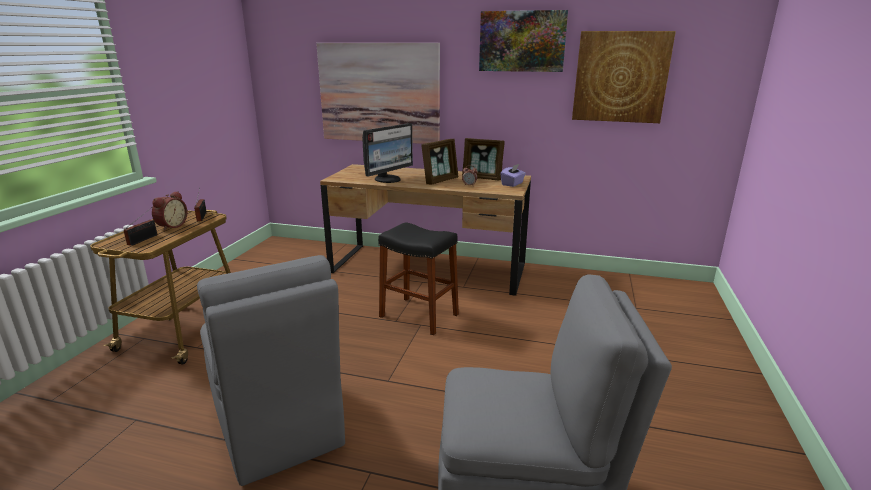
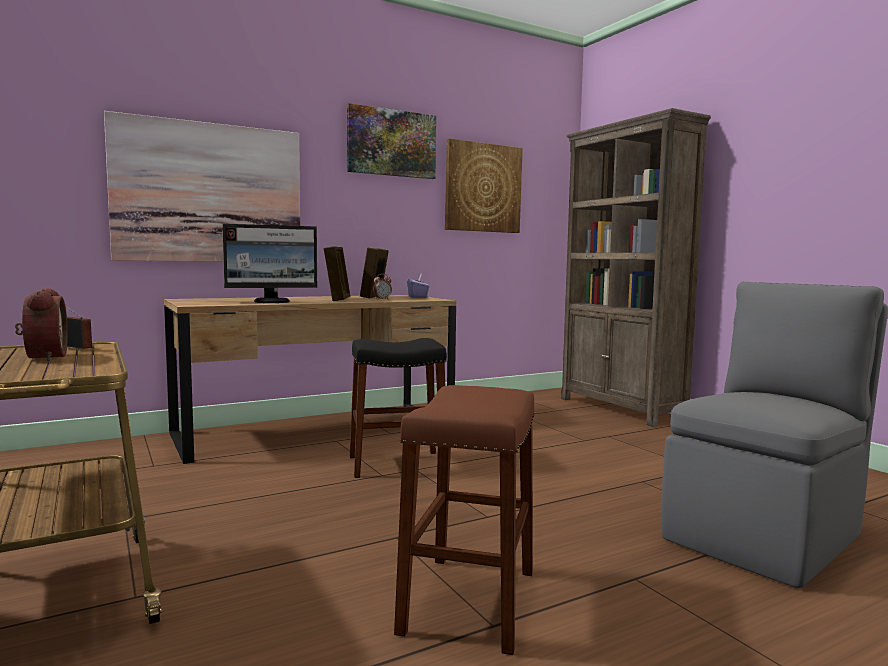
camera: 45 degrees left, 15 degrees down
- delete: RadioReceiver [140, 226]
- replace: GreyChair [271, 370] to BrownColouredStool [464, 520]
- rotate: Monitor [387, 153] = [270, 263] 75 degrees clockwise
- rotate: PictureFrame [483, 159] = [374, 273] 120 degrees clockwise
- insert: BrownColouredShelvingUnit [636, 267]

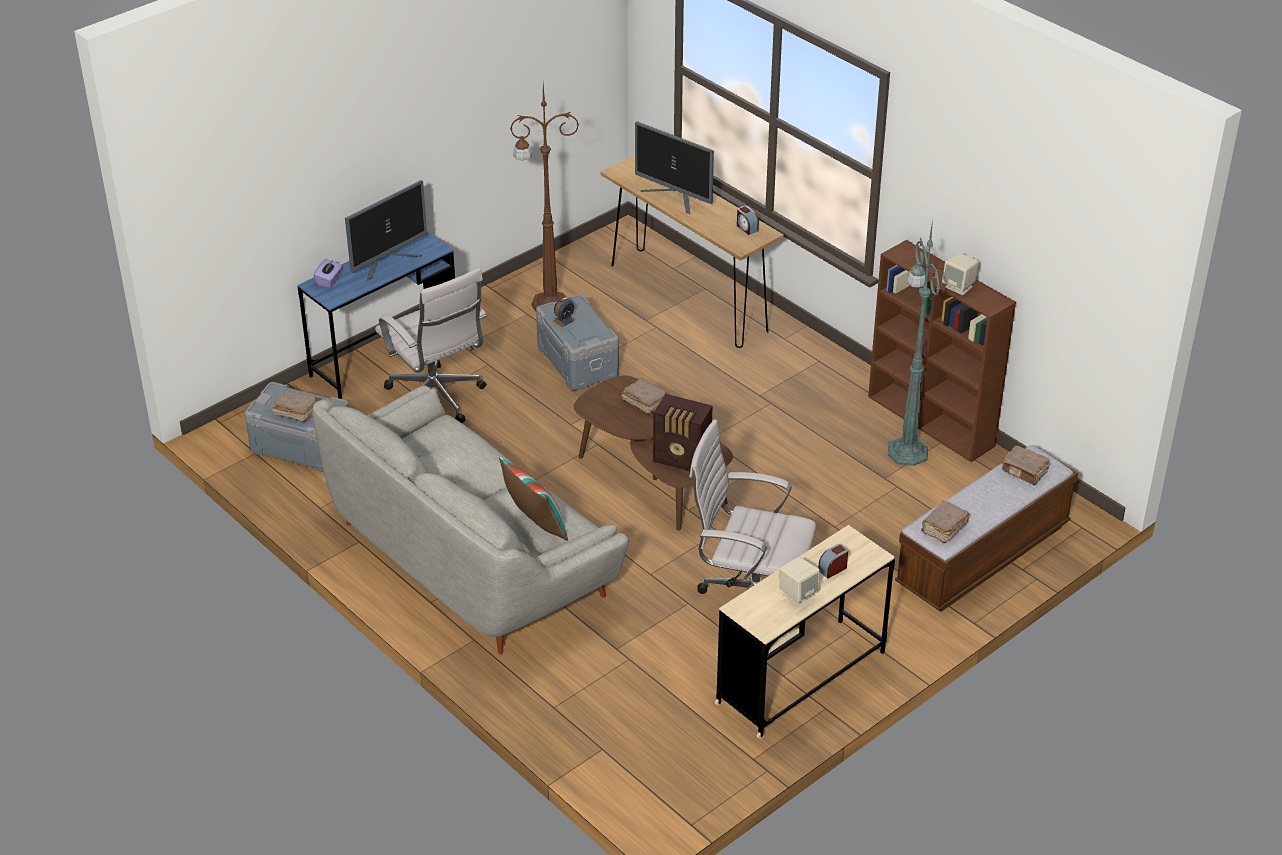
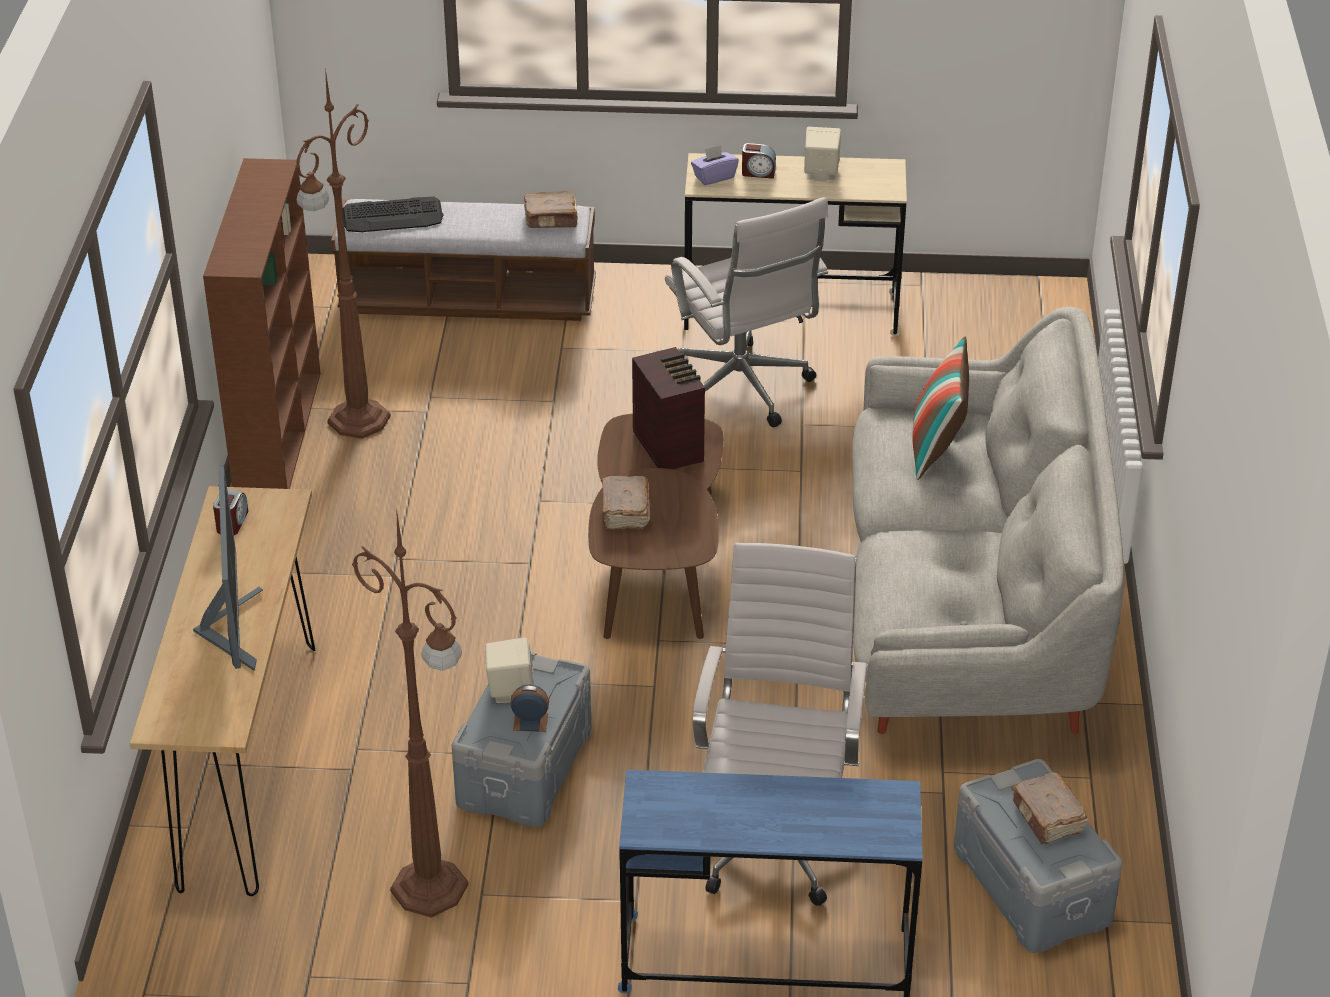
camera: 135 degrees left, 0 degrees up
- move: PurpleColouredTissueBox [328, 273] to [715, 165]
- delete: Monitor [386, 230]
- recolor: GreenishFloorLamp [914, 342] to BrownColouredFloorLamp [343, 253]
- move: BeigeLoudspeaker [960, 274] to [509, 670]
- replace: BrownColouredVolume [1025, 465] to Keyboard [393, 214]

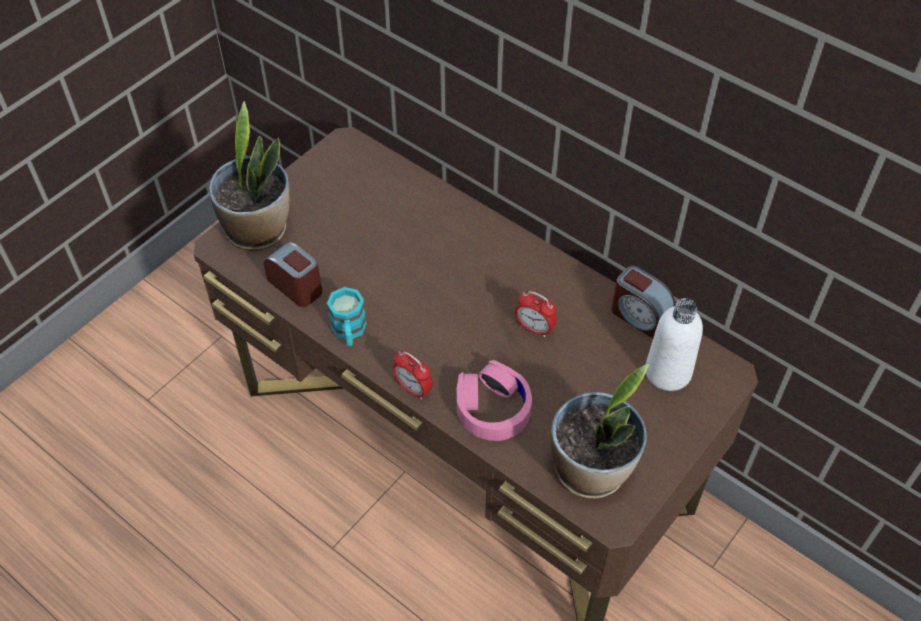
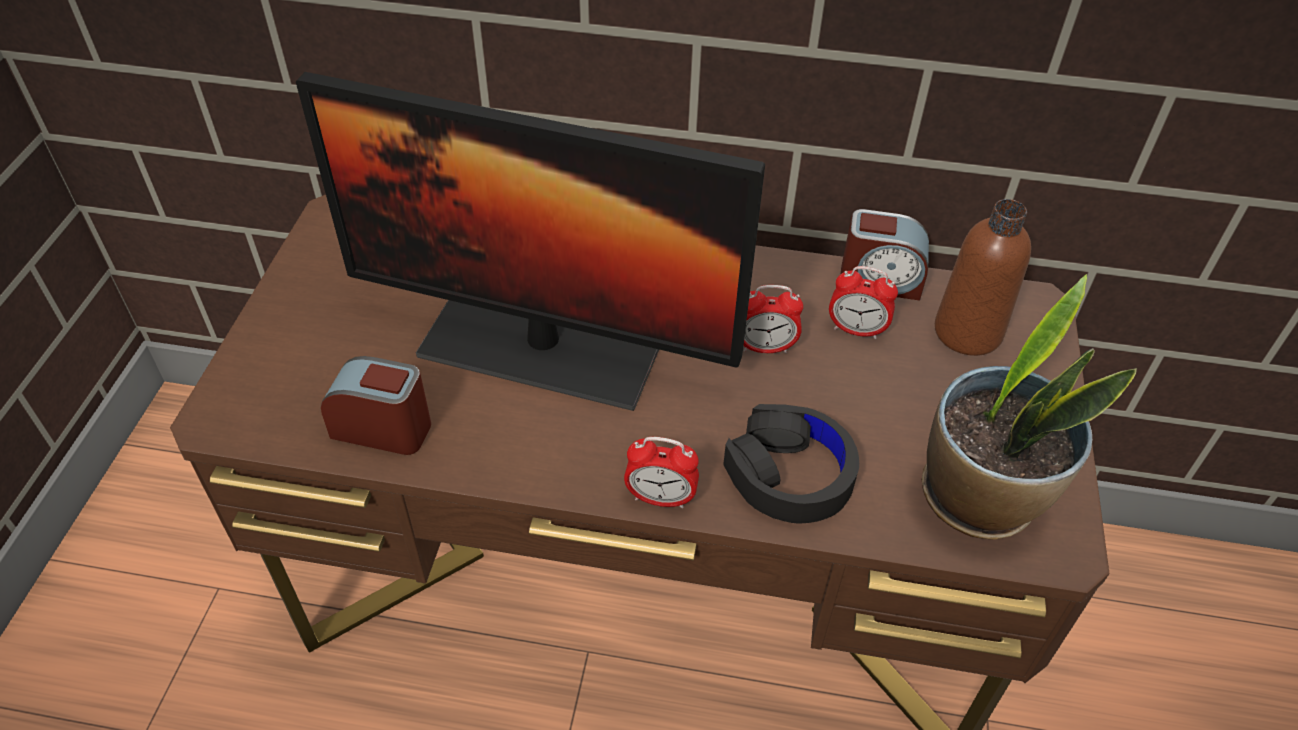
camera: 30 degrees left, 5 degrees down
- delete: PlantInAPot [249, 176]
- delete: TurquoiseColouredMug [347, 316]
- recolor: PinkColouredHeadphones [494, 400] to BlackColouredHeadphones [791, 464]
- recolor: WhiteColouredBottle [674, 344] to BrownColouredBottle [983, 277]
- insert: Monitor [530, 241]
- insert: BedsideClock [863, 302]

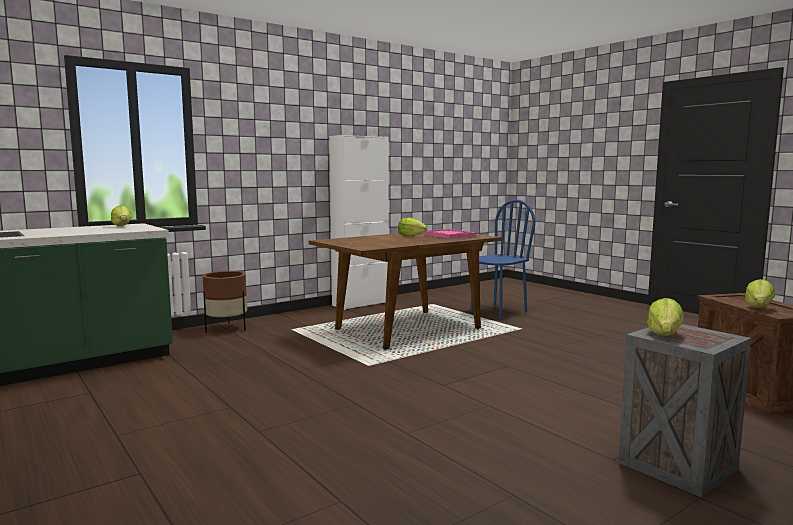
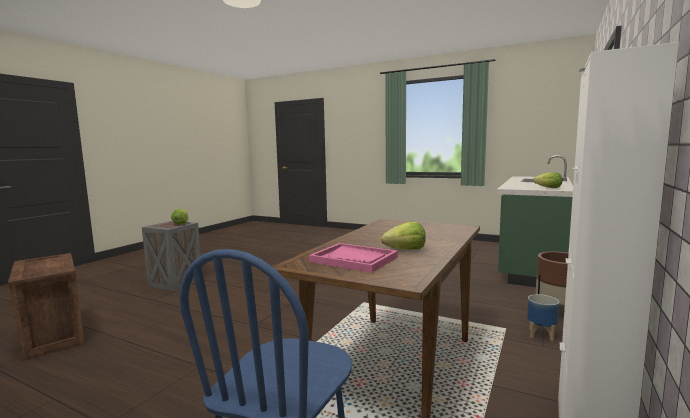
camera: 155 degrees right, 0 degrees up
- delete: HeadOfLettuce [760, 293]
- insert: PlantPot [543, 318]

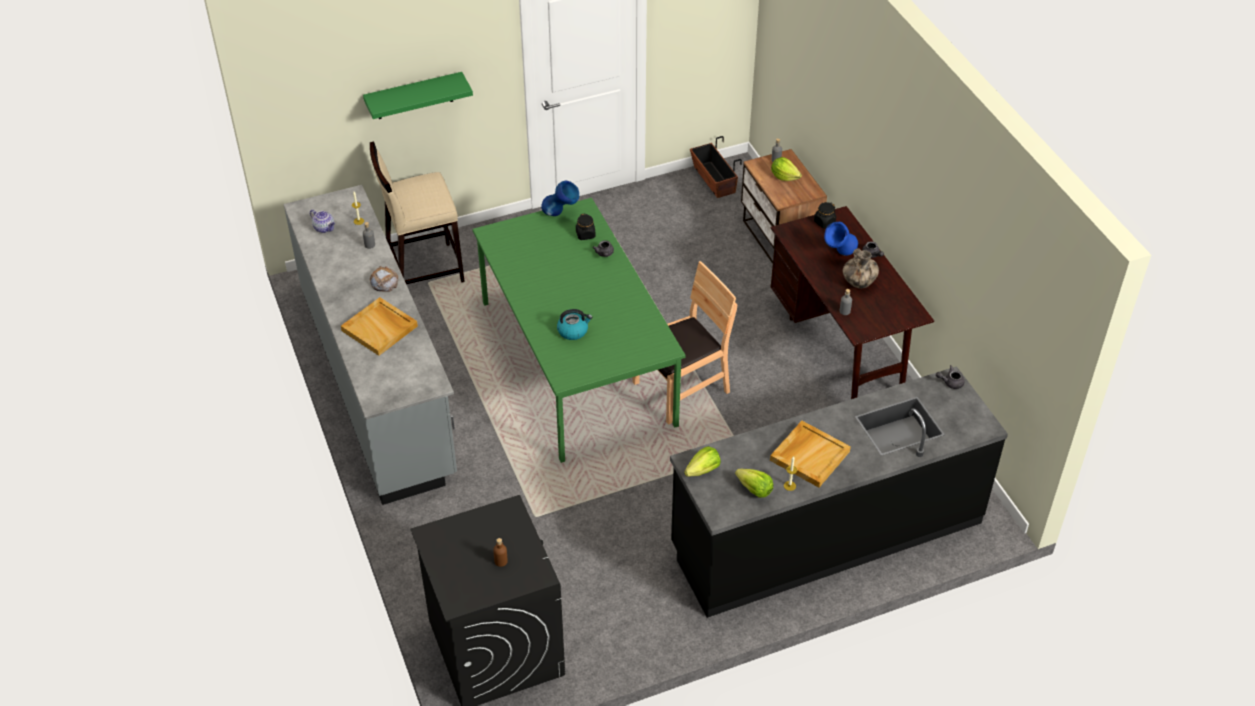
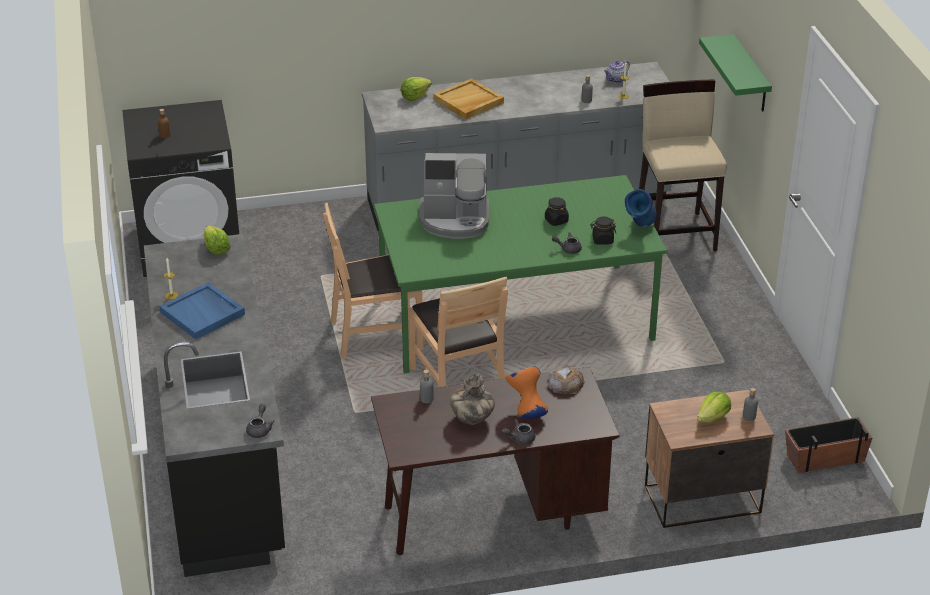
camera: 100 degrees right, 10 degrees down
- move: BakedBread [383, 279] to [566, 380]
- replace: WaterKettle [575, 324] to CoffeeMachine [454, 196]
- move: HeadOfLettuce [754, 483] to [416, 89]
- recolor: BeigeServingTray [810, 454] to BluishServingTray [202, 311]
- move: BlackColouredStorageJar [825, 215] to [557, 211]
- recolor: BluishDecorativeVase [841, 239] to OrangeDecorativeVase [526, 392]
- insert: BrownColouredChair [373, 280]

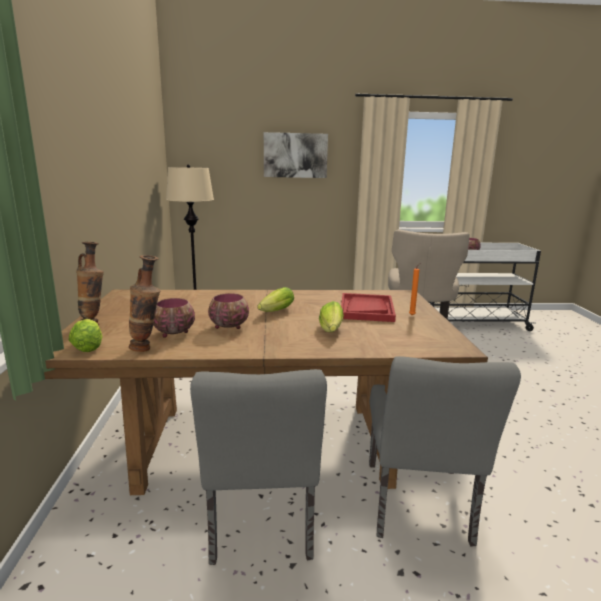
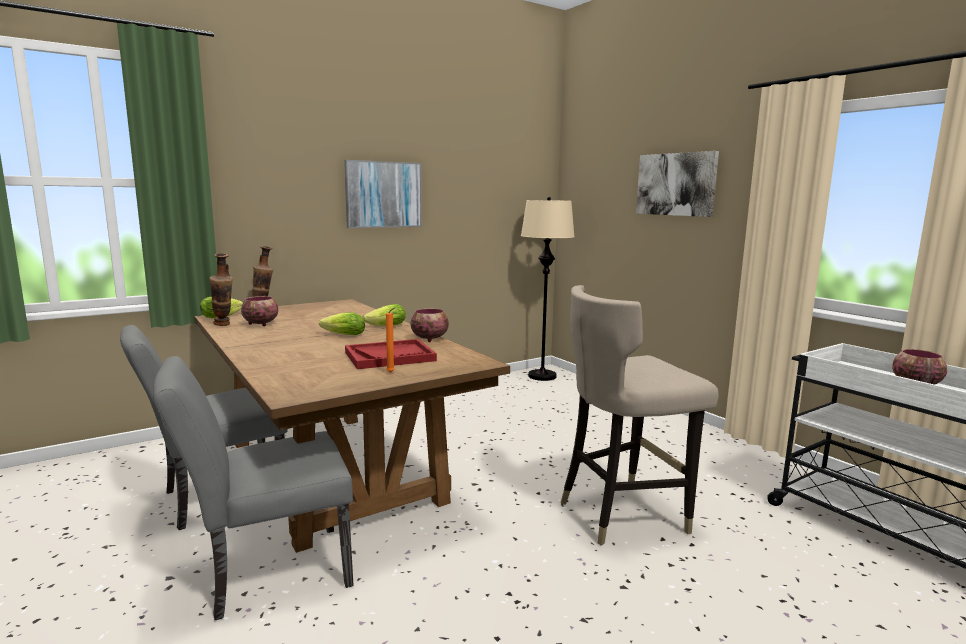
camera: 60 degrees right, 5 degrees down
- move: Bowl [228, 311] to [429, 325]
- move: HeadOfLettuce [331, 316] to [384, 315]
- insert: WallPicture [383, 194]

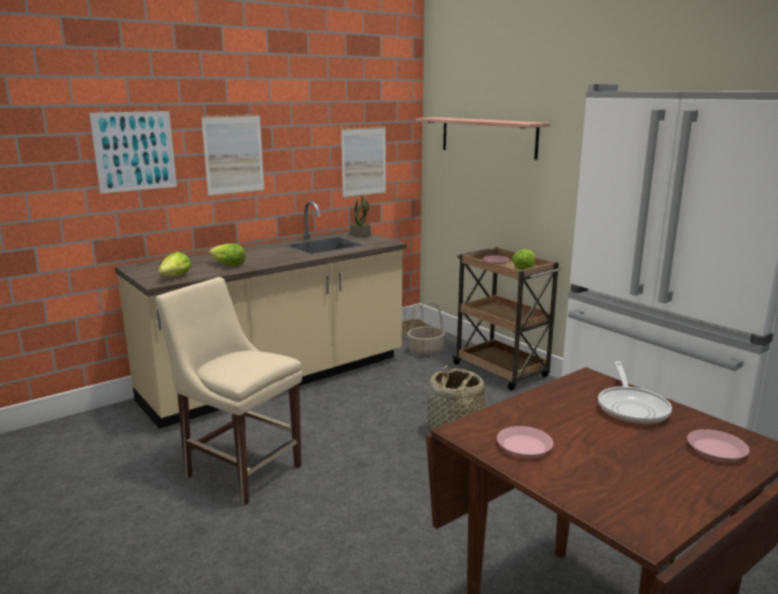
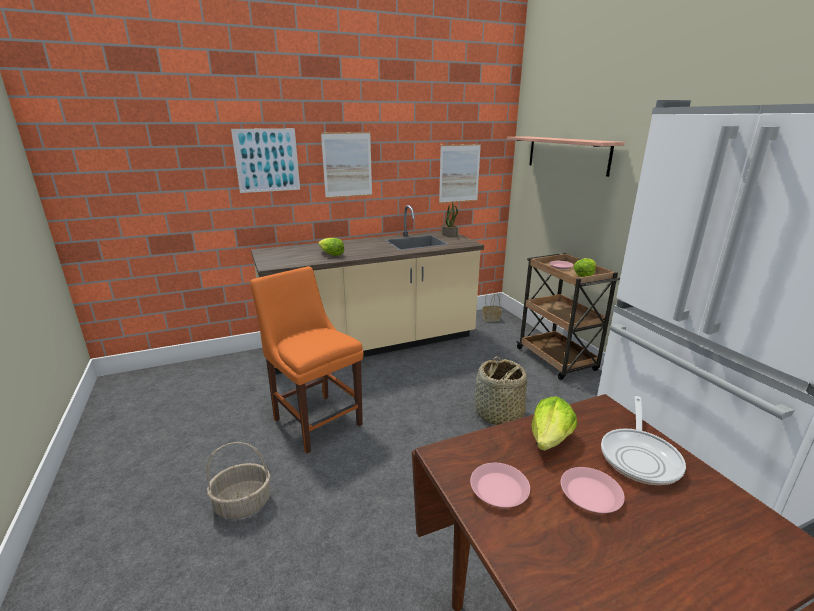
camera: 15 degrees right, 5 degrees up
- recolor: BeigeChair [229, 391] to OrangeChair [307, 359]
- move: HeadOfLettuce [174, 264] to [554, 423]
- move: Basket [426, 329] to [238, 480]
- move: PinkColouredFlatDish [718, 445] to [593, 490]

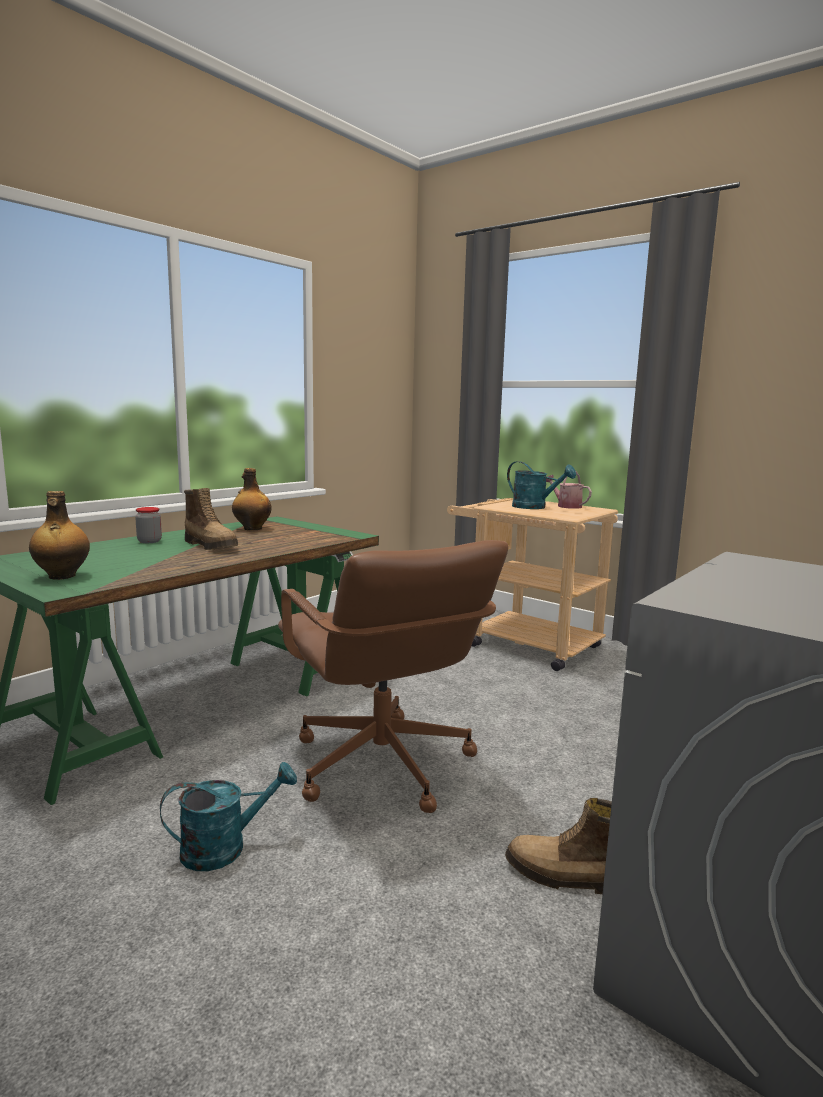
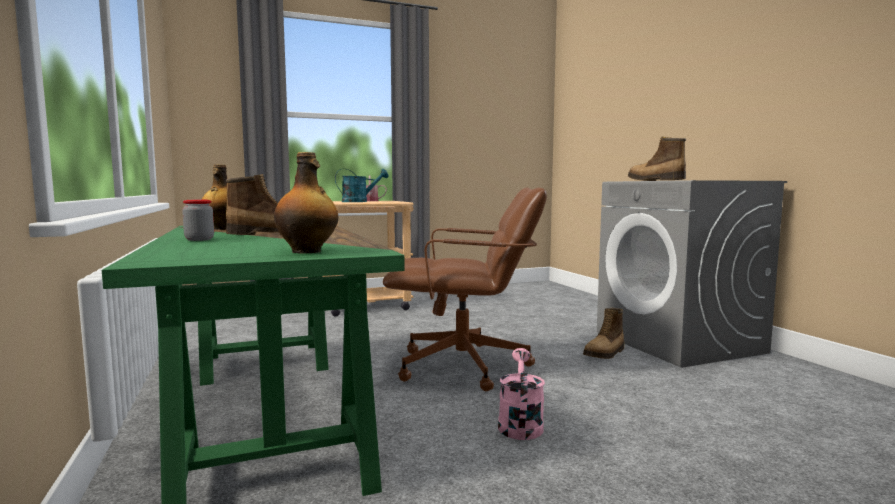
camera: 60 degrees left, 5 degrees down
- recolor: TurquoiseColouredSprinklingCan [228, 816] to PinkColouredSprinklingCan [521, 394]
- insert: Boot [657, 159]

